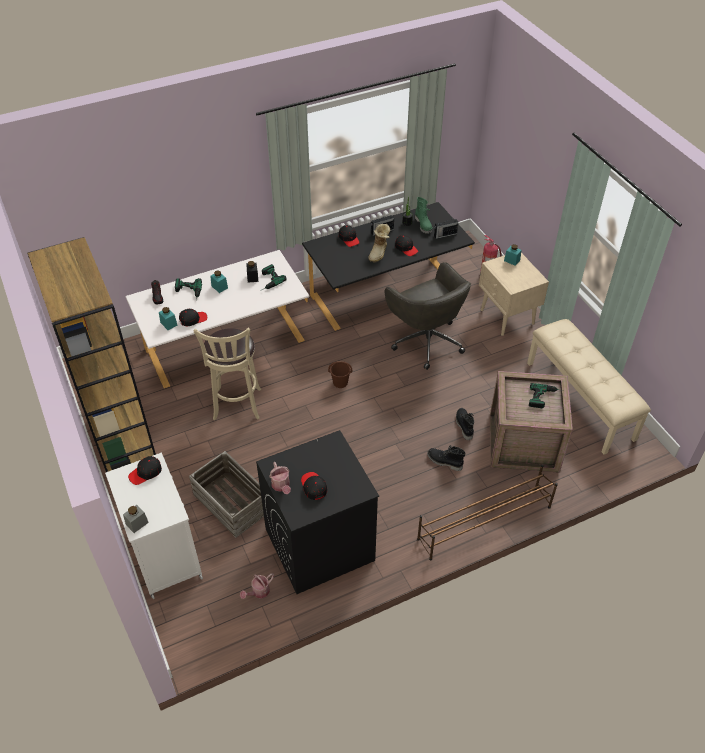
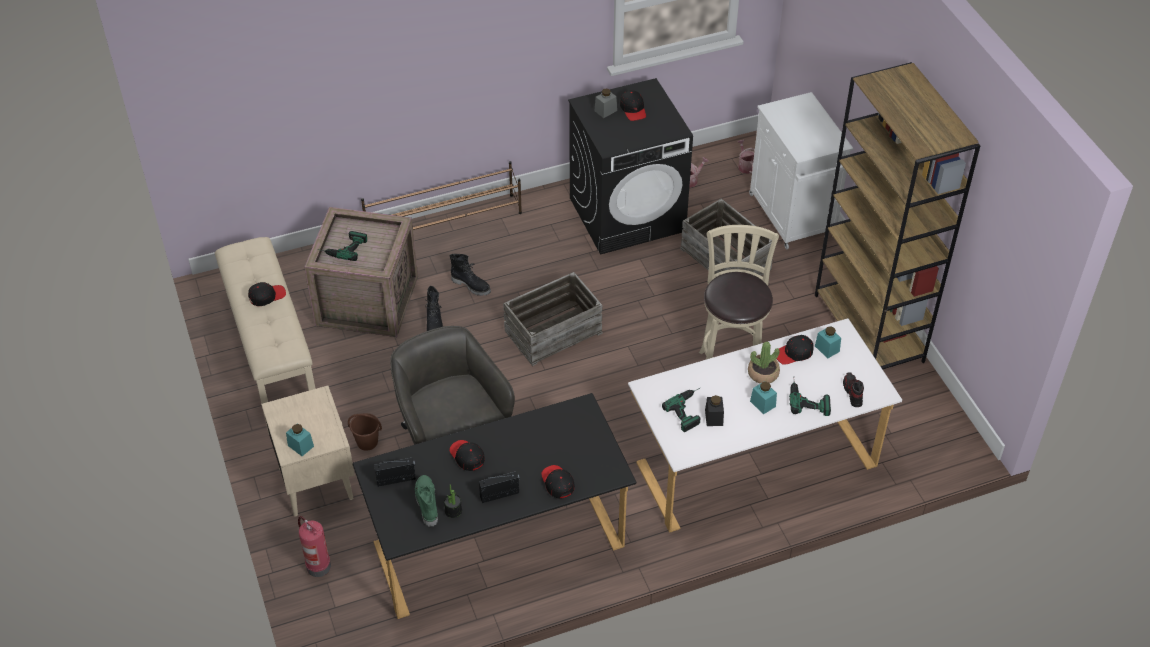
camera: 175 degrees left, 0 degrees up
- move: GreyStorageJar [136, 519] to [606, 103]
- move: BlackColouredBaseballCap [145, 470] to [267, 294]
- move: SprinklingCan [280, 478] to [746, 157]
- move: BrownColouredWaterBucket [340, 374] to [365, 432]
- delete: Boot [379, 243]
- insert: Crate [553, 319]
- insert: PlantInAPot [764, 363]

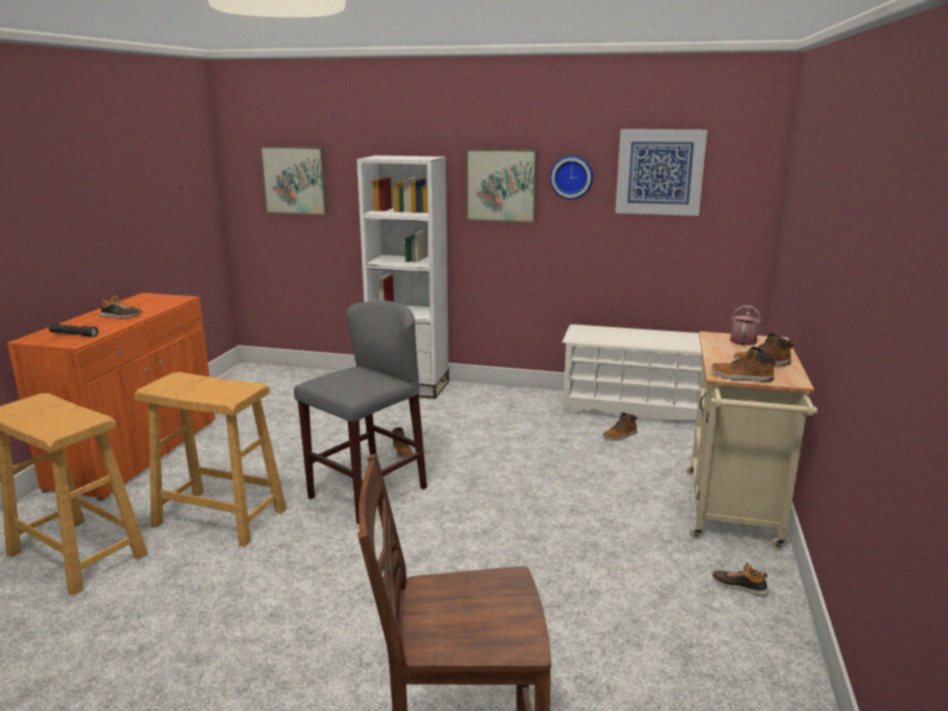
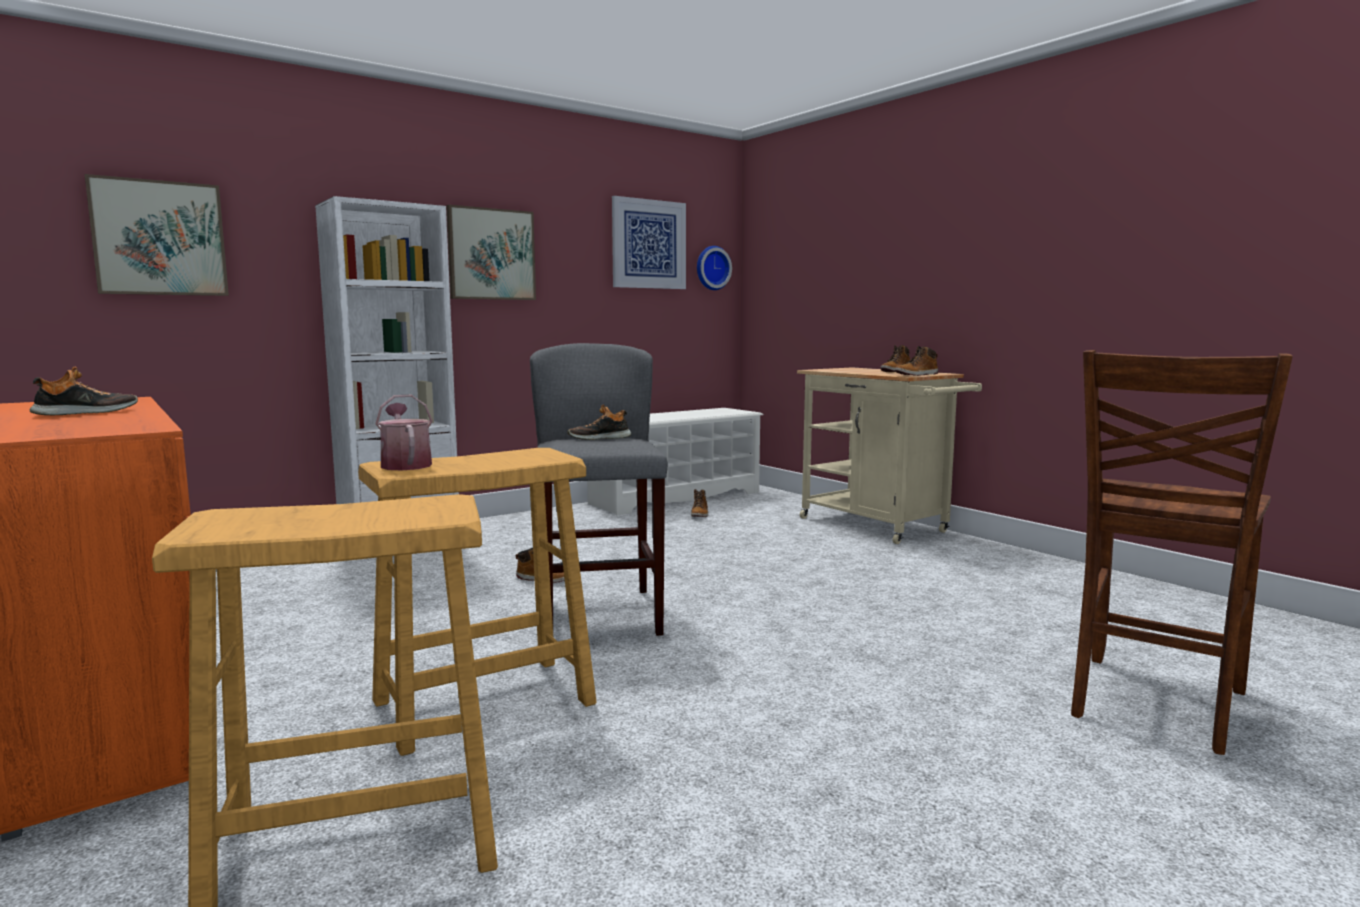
camera: 50 degrees left, 10 degrees down
- delete: GreyTorch [74, 330]
- move: ClockOnTheWall [571, 177] to [714, 268]
- move: Shoe [740, 579] to [599, 422]
- move: SprinklingCan [745, 325] to [404, 432]

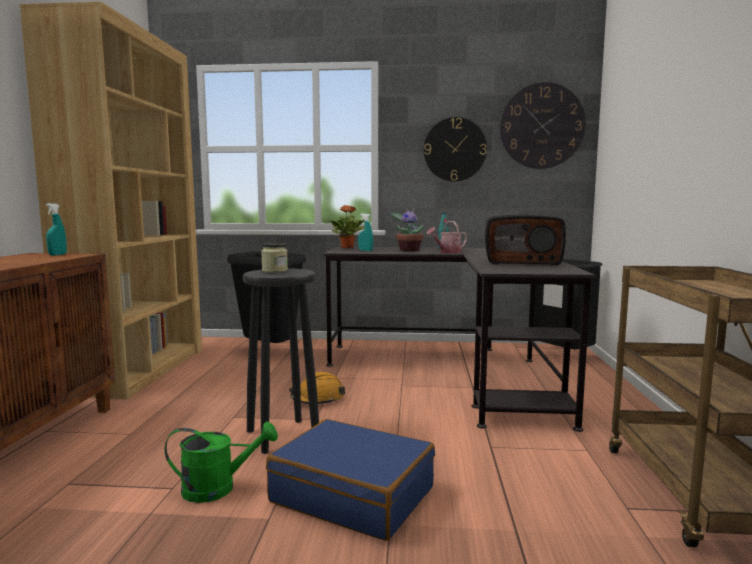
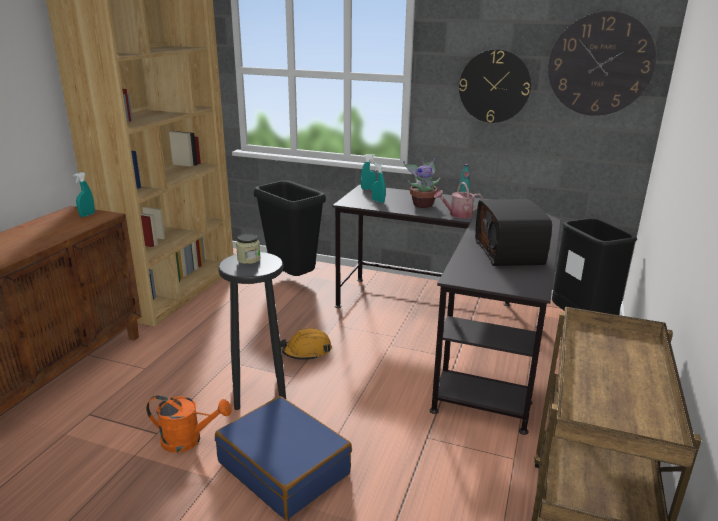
camera: 15 degrees right, 15 degrees up
- recolor: GreenishSprinklingCan [221, 462] to OrangeSprinklingCan [188, 424]
- replace: PlantInAPot [347, 226] to TurquoiseColouredHandSprayer [368, 172]
- rotate: RadioReceiver [525, 240] = [513, 232] 60 degrees clockwise

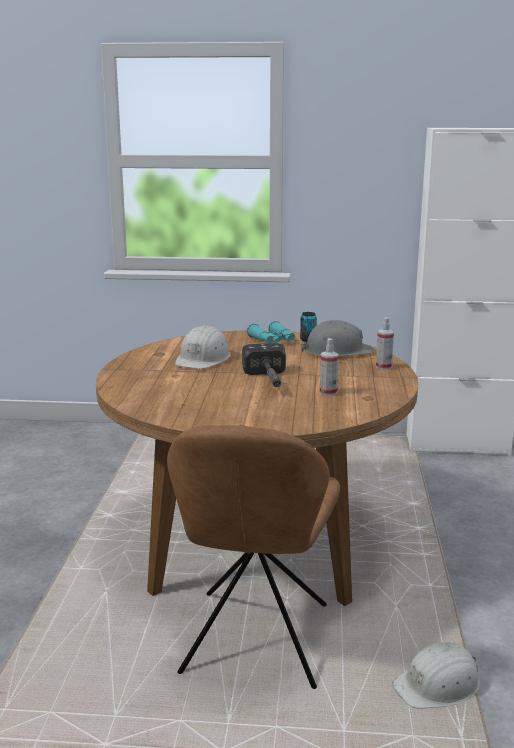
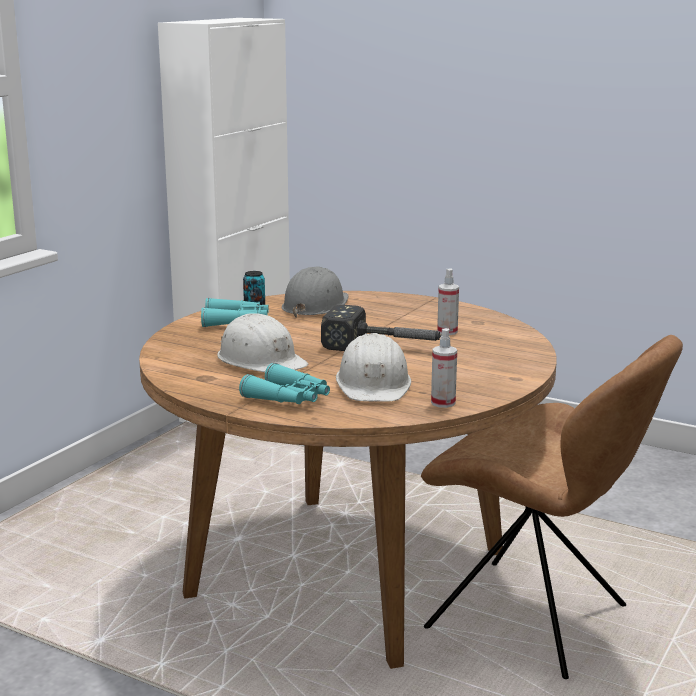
camera: 65 degrees left, 0 degrees up
- move: HandSprayer [385, 343] to [444, 368]
- move: WhiteColouredSafetyHelmet [436, 675] to [373, 367]
- insert: TurquoiseColouredFieldGlasses [284, 383]

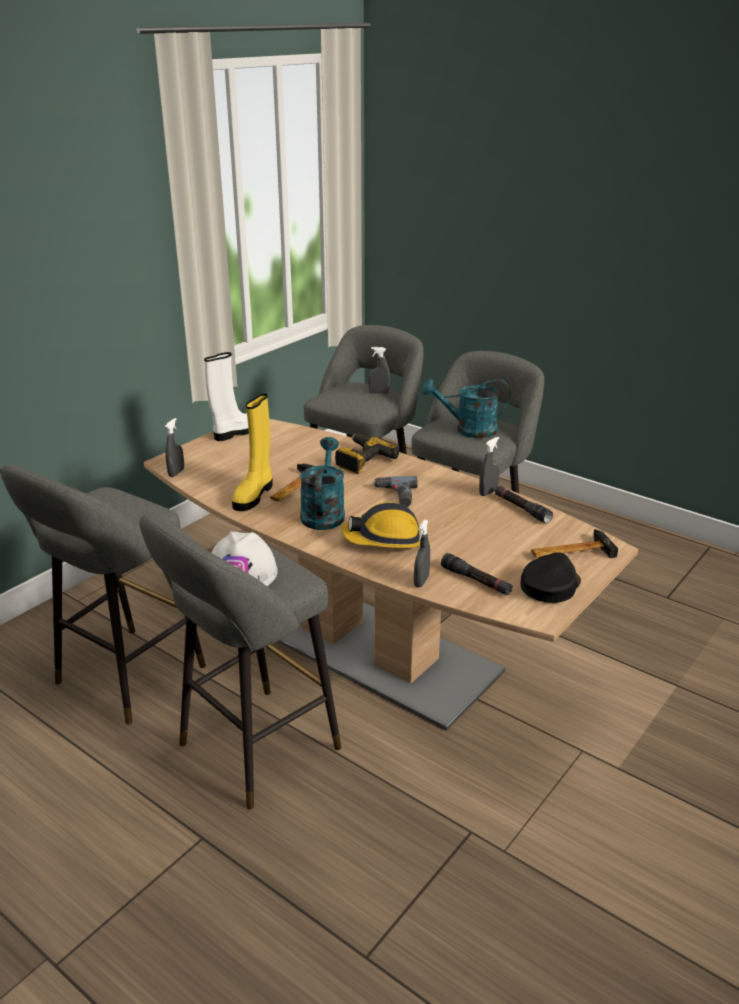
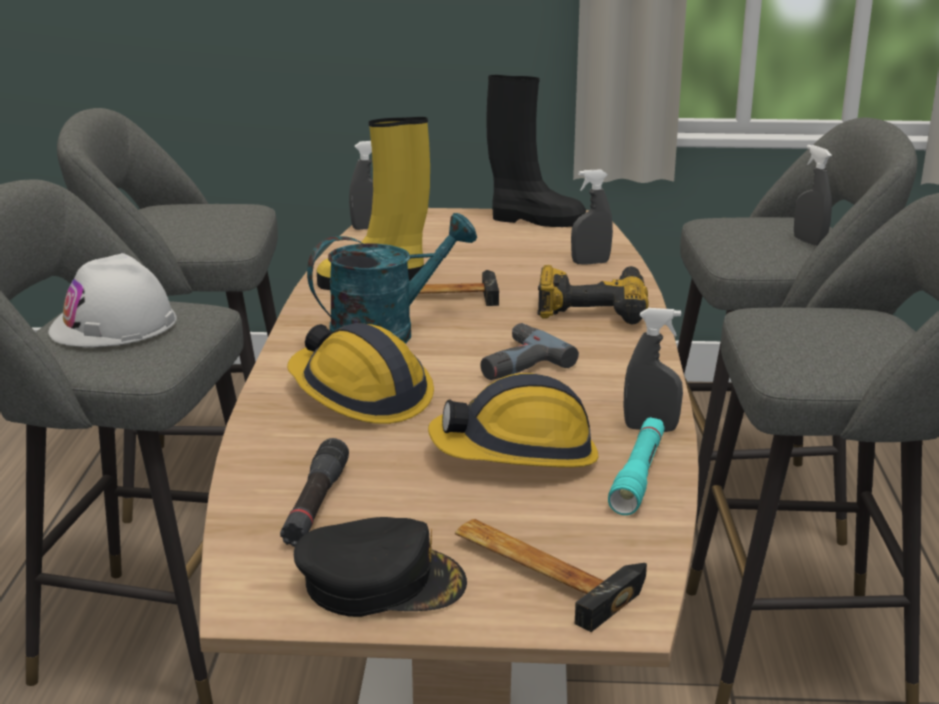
camera: 55 degrees right, 5 degrees down
- recolor: WhiteColouredBoot [226, 396] to BlackColouredBoot [536, 151]
- move: GreyHandSprayer [422, 553] to [592, 217]
- delete: TurquoiseColouredSprinklingCan [466, 408]
- recolor: BlackColouredTorch [524, 504] to TurquoiseColouredTorch [636, 466]
- insert: SafetyHelmet [513, 420]

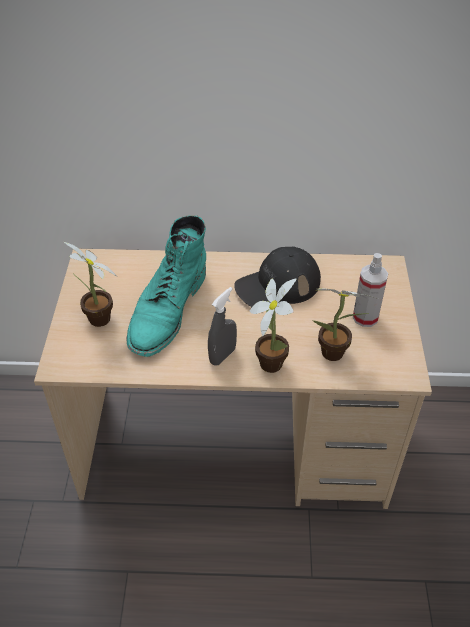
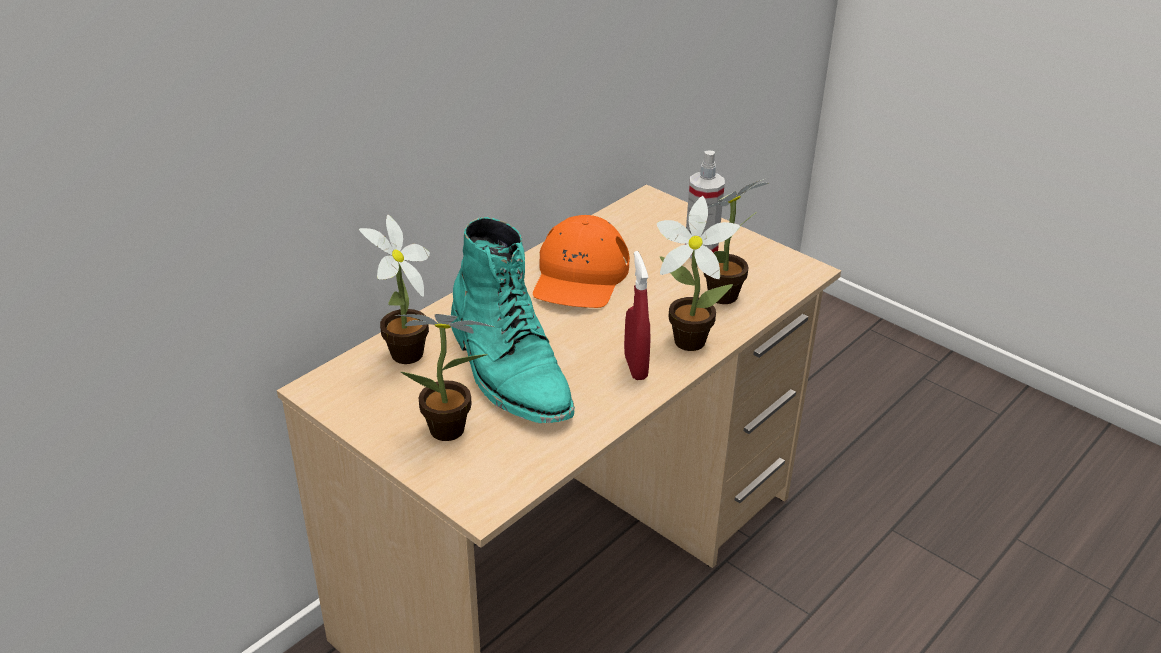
camera: 50 degrees left, 10 degrees down
- recolor: GreyHandSprayer [222, 326] to RedColouredHandSprayer [637, 315]
- recolor: BlackColouredBaseballCap [277, 277] to OrangeBaseballCap [581, 261]
- insert: PlantInAPot [394, 289]

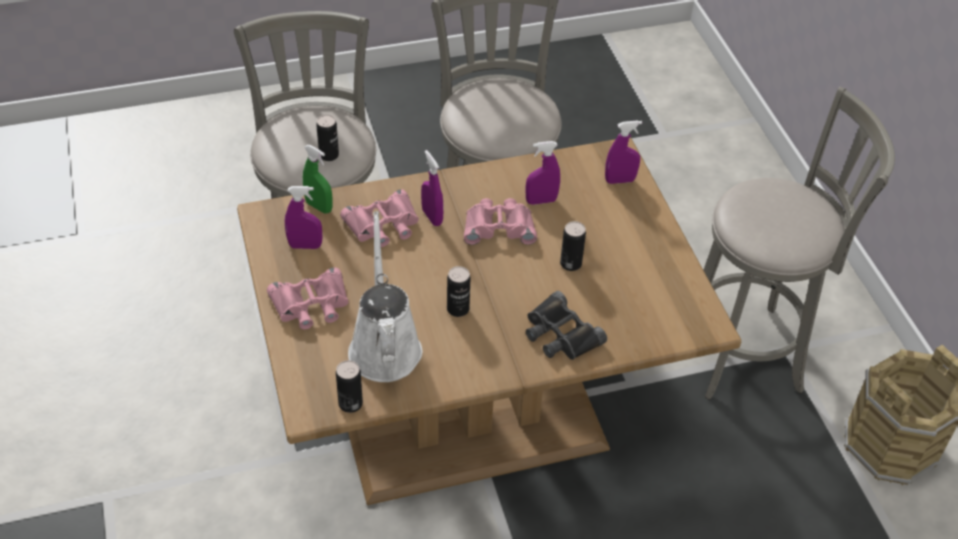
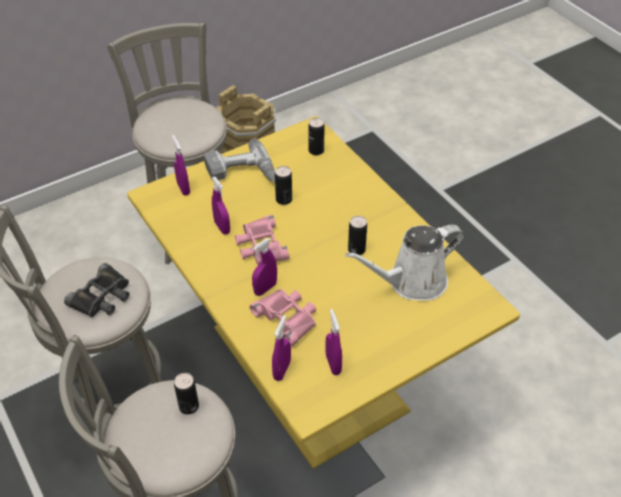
camera: 105 degrees left, 0 degrees up
- recolor: BrownColouredDinnerTable [489, 321] to YellowishDinnerTable [323, 292]
- delete: PinkColouredFieldGlasses [308, 298]
- recolor: GreenishHandSprayer [317, 179] to PurpleColouredHandSprayer [281, 348]
- move: SealedCan [349, 386] to [316, 136]
- move: BlackColouredFieldGlasses [566, 325] to [97, 290]
- insert: ElectricDrill [239, 160]

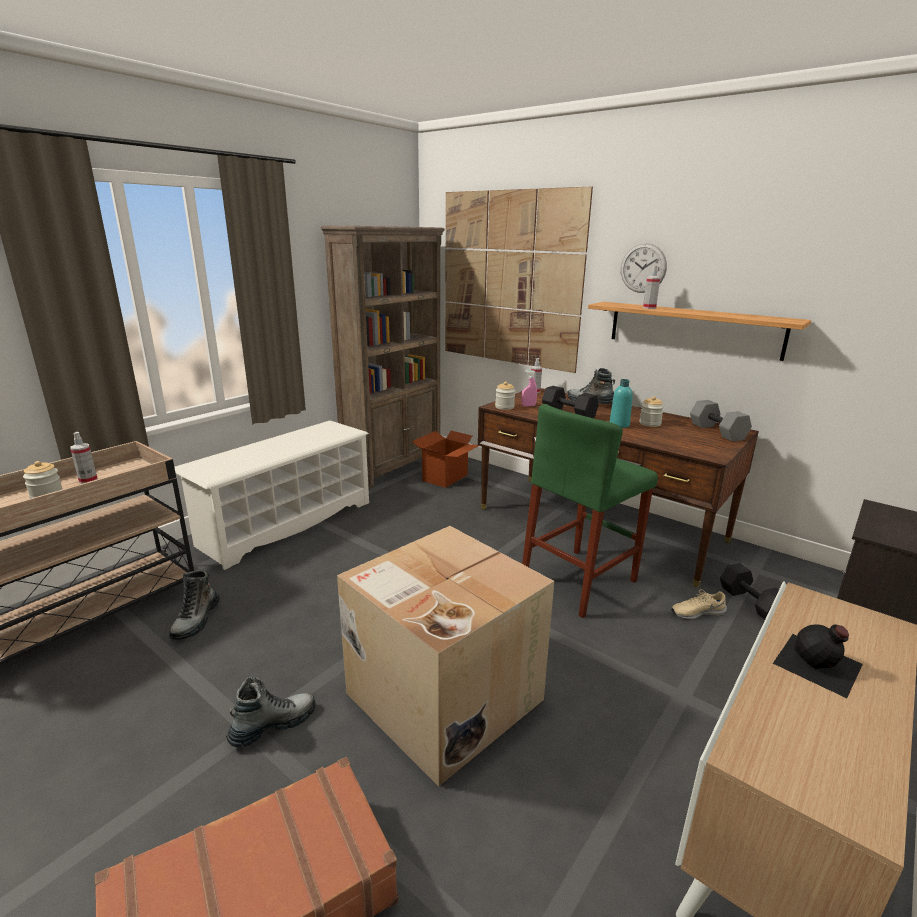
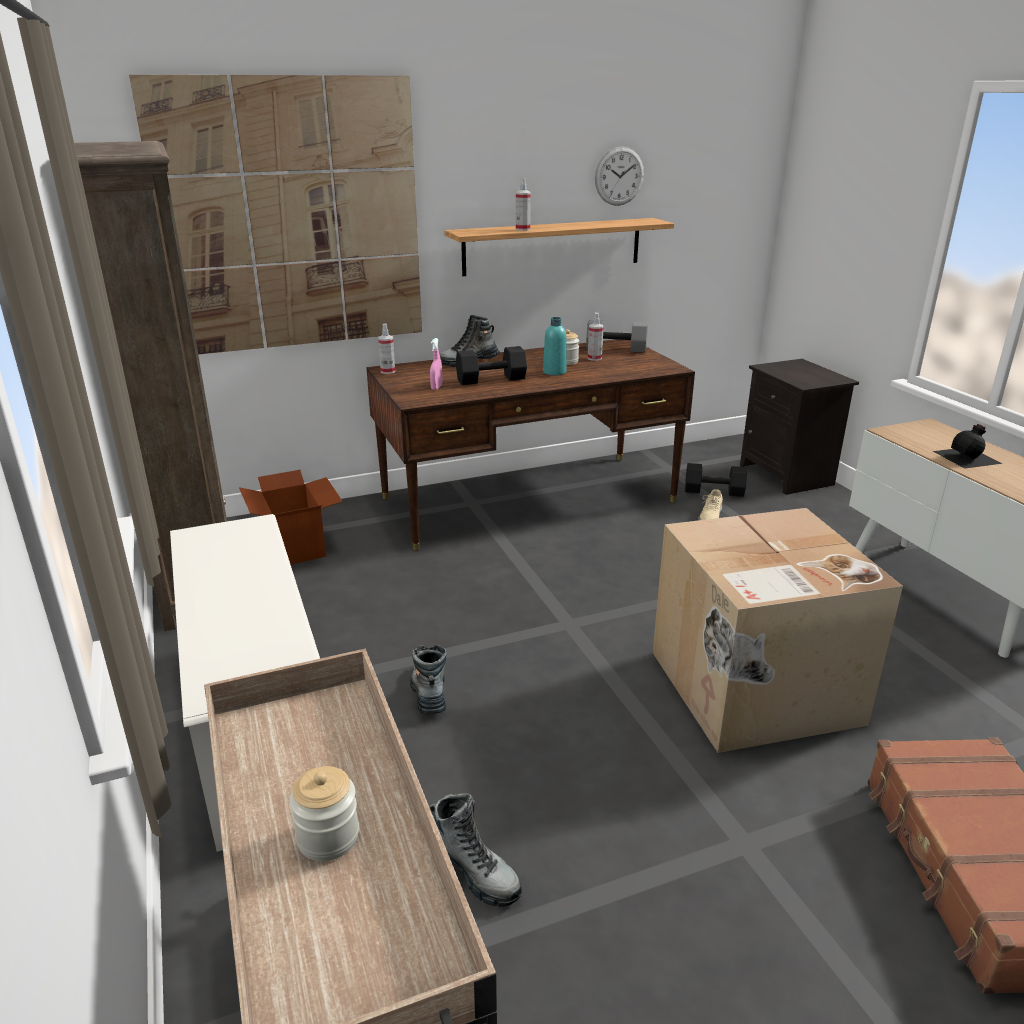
camera: 60 degrees left, 5 degrees up
- move: HandSprayer [84, 458] to [596, 337]
- move: Boot [270, 712] to [428, 679]
- delete: StorageJar [505, 396]
- delete: GreenishStool [590, 511]
- move: ClockOnTheWall [644, 268] to [619, 176]

